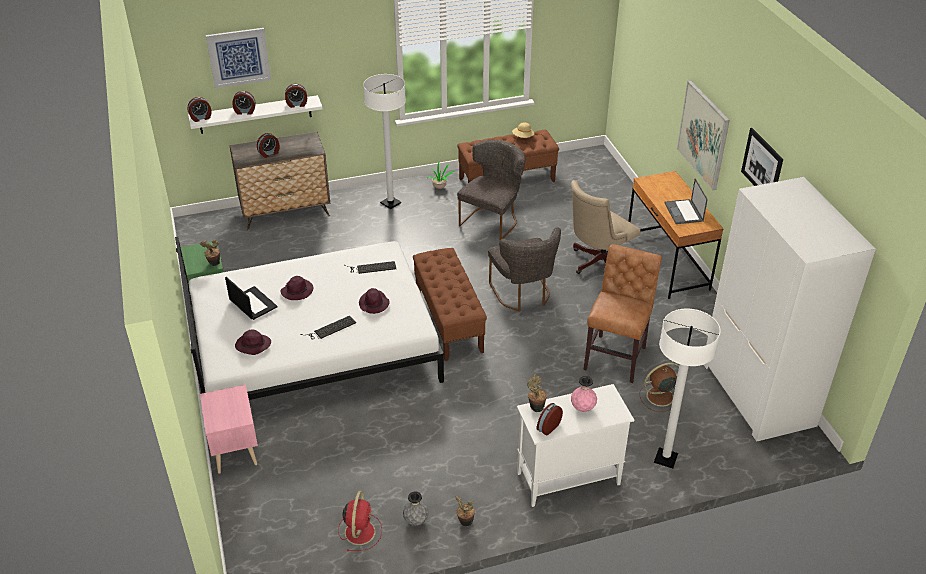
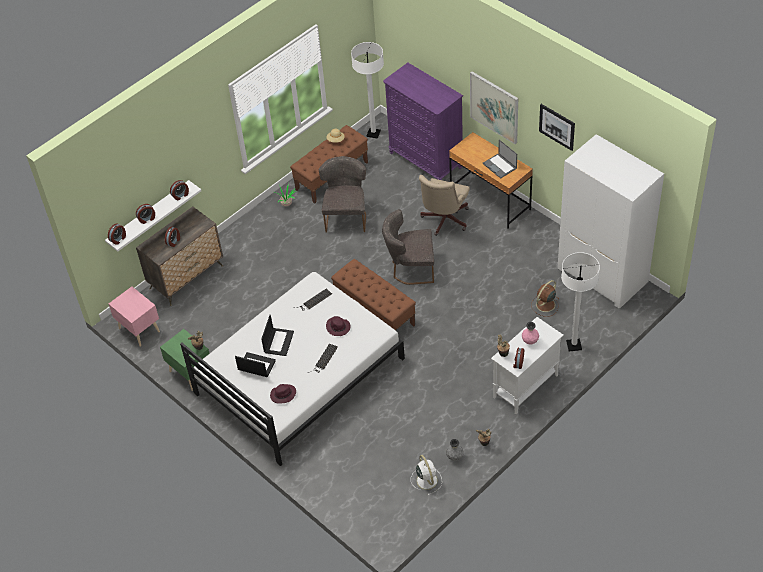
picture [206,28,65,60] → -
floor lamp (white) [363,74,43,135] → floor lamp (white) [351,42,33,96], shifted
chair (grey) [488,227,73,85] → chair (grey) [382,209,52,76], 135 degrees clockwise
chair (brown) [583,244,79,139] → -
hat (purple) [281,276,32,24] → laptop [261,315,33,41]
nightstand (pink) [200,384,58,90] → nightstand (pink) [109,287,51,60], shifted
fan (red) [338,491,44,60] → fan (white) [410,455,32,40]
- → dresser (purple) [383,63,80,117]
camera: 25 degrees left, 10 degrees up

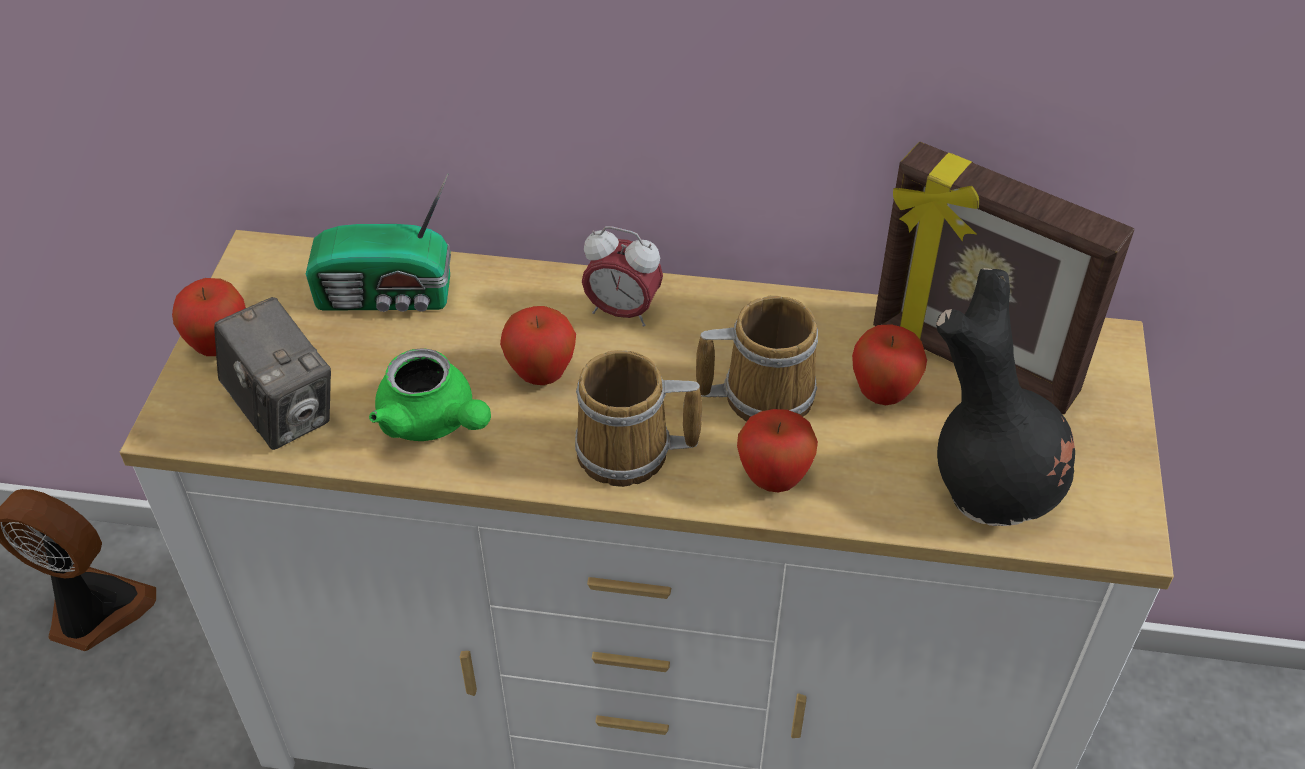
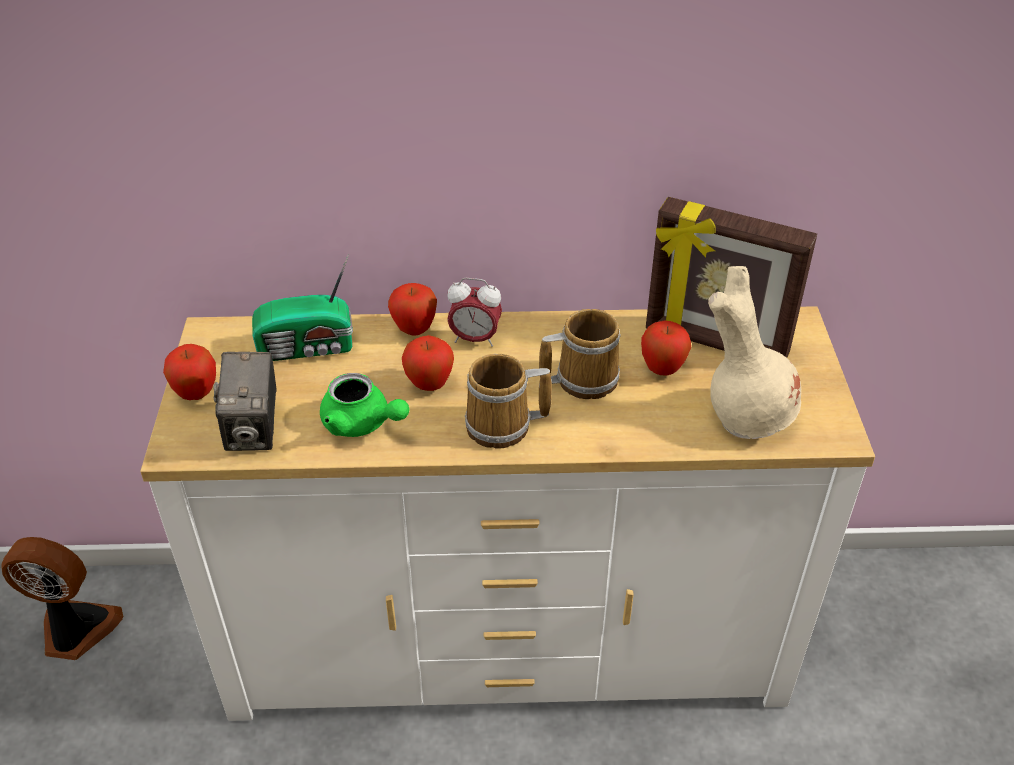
vase (black) [936,268,139,258] → vase (beige) [708,266,93,173]
photo camera [214,297,117,153] → photo camera [213,352,64,99], 45 degrees clockwise
apple [737,409,81,83] → apple [388,283,49,53], shifted
camera: 10 degrees left, 5 degrees down

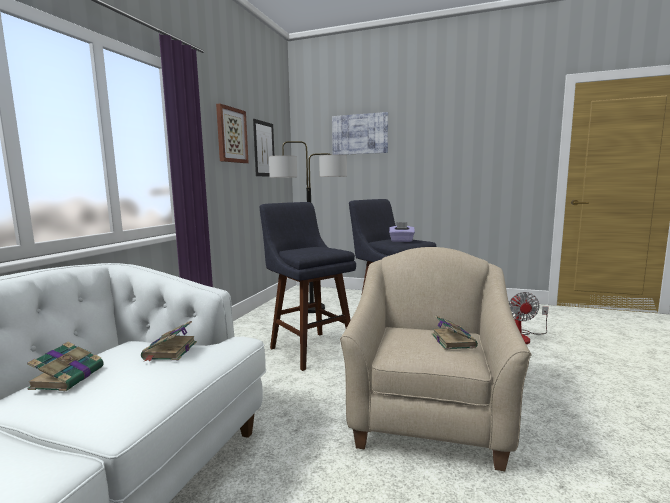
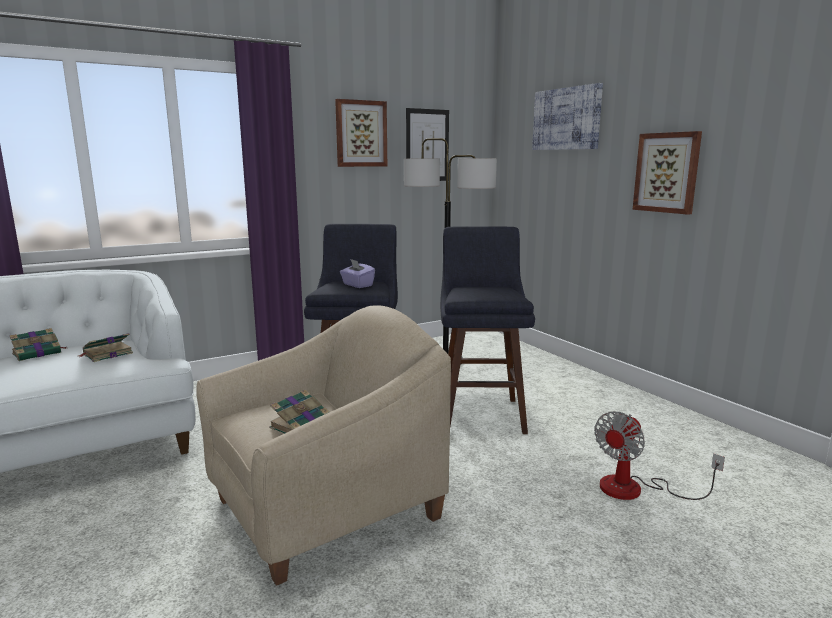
tissue box (purple) [389,222,26,20] → tissue box (purple) [340,259,35,29], shifted
- → picture [632,131,70,84]
camera: 40 degrees right, 5 degrees up

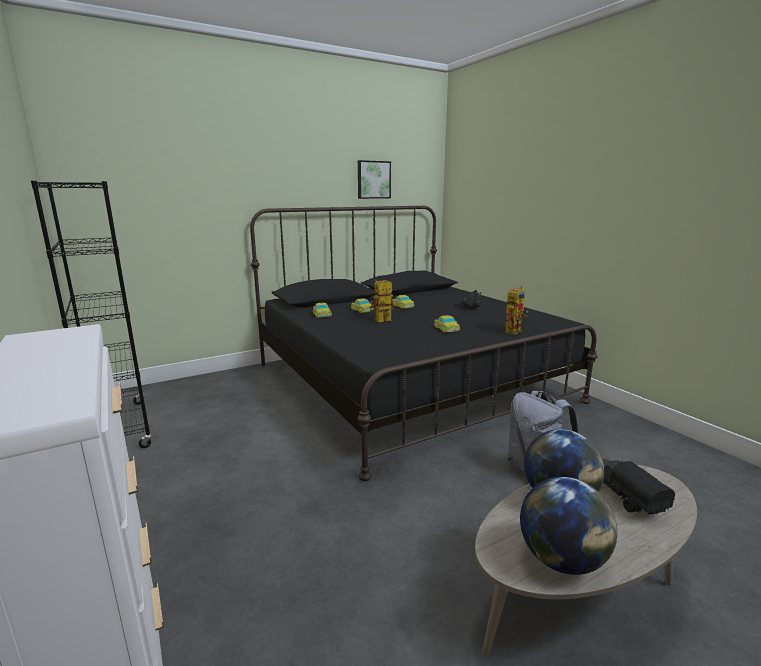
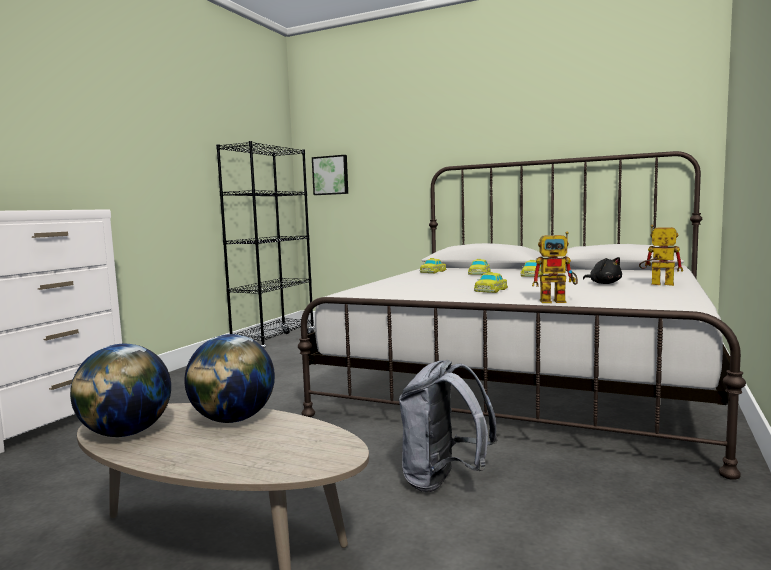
picture [358,160,33,39] → picture [312,155,36,40], shifted
bed (black) [250,206,347,275] → bed (white) [298,151,448,329]
toy robot [369,280,25,42] → toy robot [639,225,44,61], shifted
toy truck [602,459,73,56] → -
camera: 55 degrees right, 10 degrees down

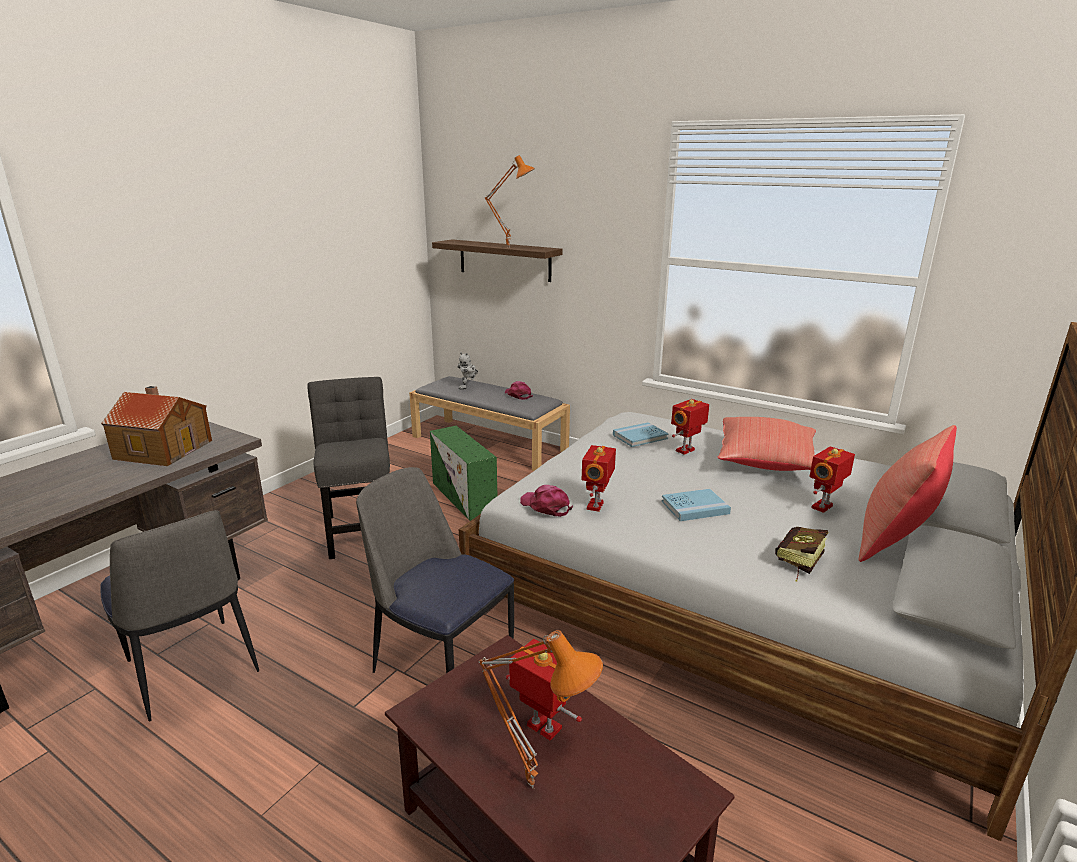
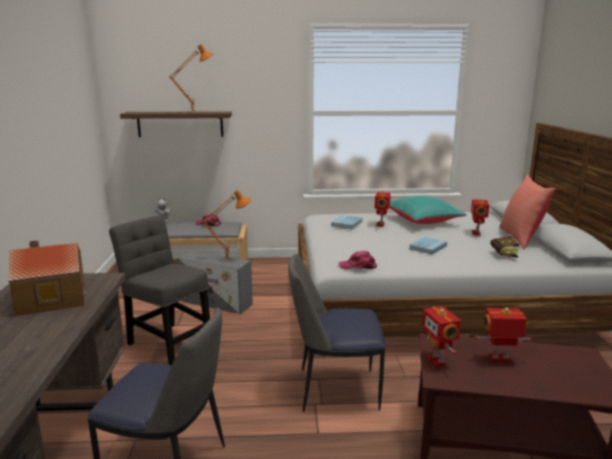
pillow (red) [718,417,98,54] → pillow (turquoise) [389,196,78,28]
storage box (green) [430,426,67,95] → storage box (grey) [177,251,76,63]
toy robot [582,445,34,67] → toy robot [422,306,39,61], shifted
table lamp (orange) [478,630,125,159] → table lamp (orange) [202,190,49,69], shifted
camera: 35 degrees left, 5 degrees down

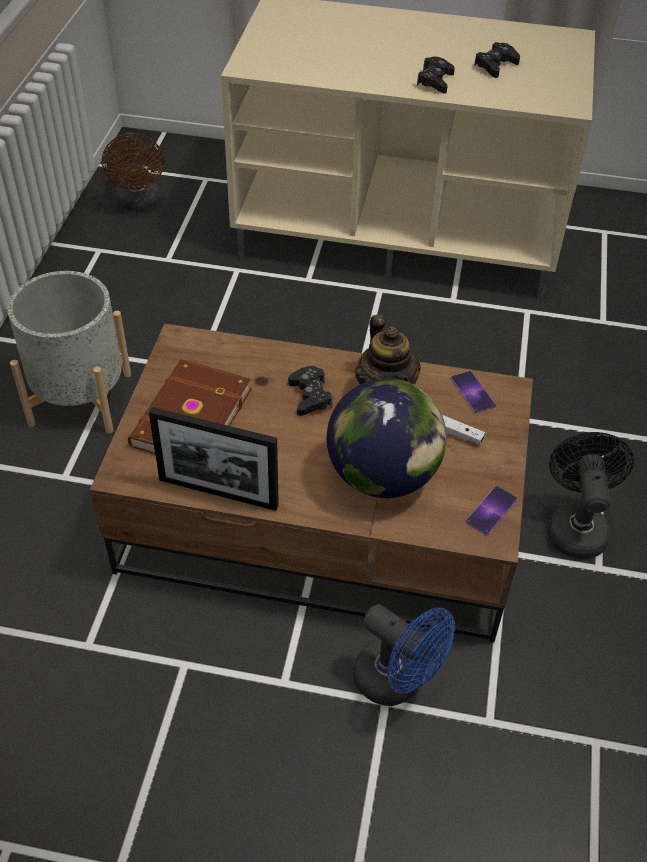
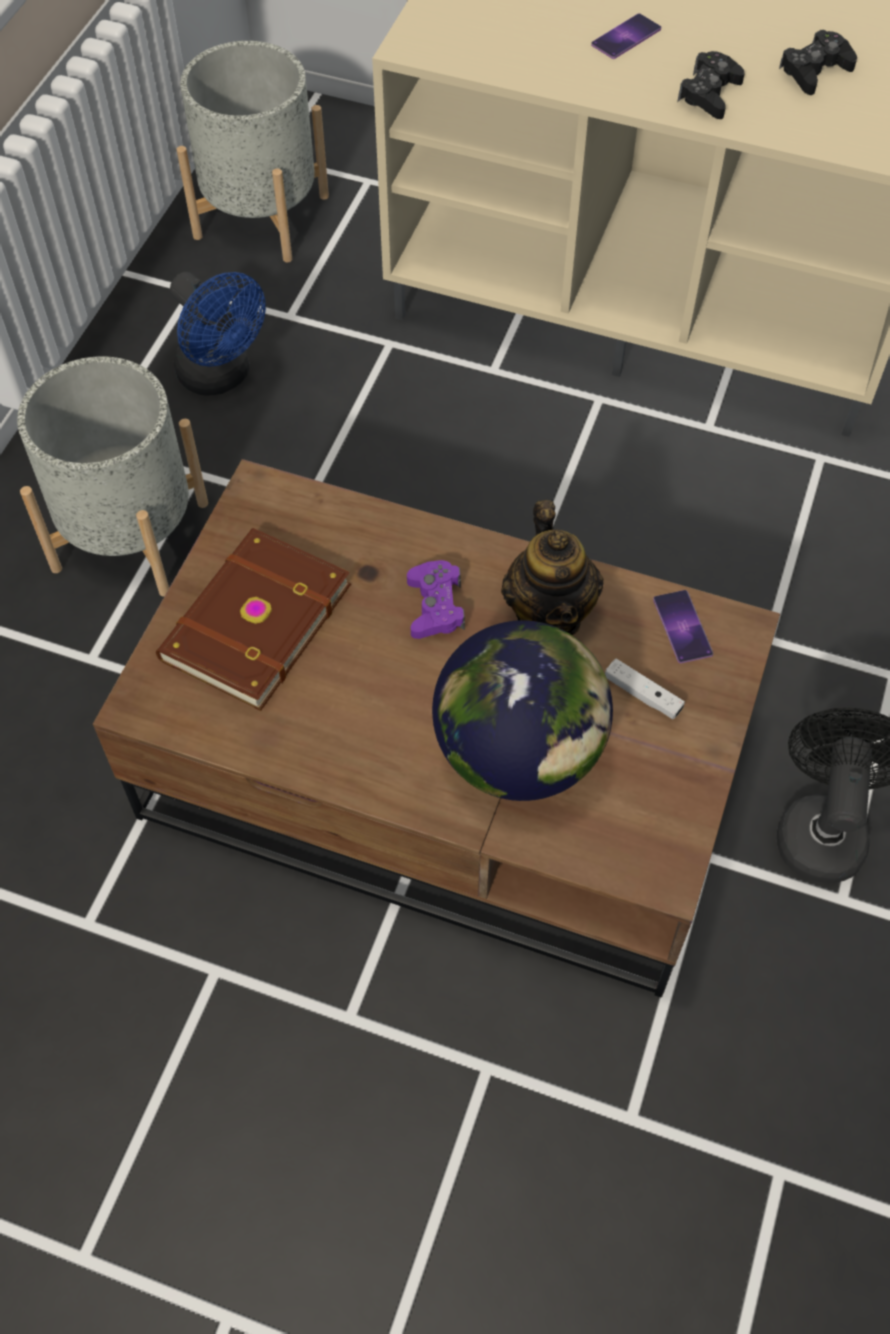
fan (brown) [102,132,62,79] → planter (grey) [176,41,153,222]
game controller (black) [288,366,45,50] → game controller (purple) [407,560,58,79]
picture frame [149,407,130,104] → -
phone [466,486,52,50] → phone [591,13,70,46], shifted
fan (blue) [353,604,102,102] → fan (blue) [170,272,96,124], shifted
camera: 10 degrees right, 10 degrees up

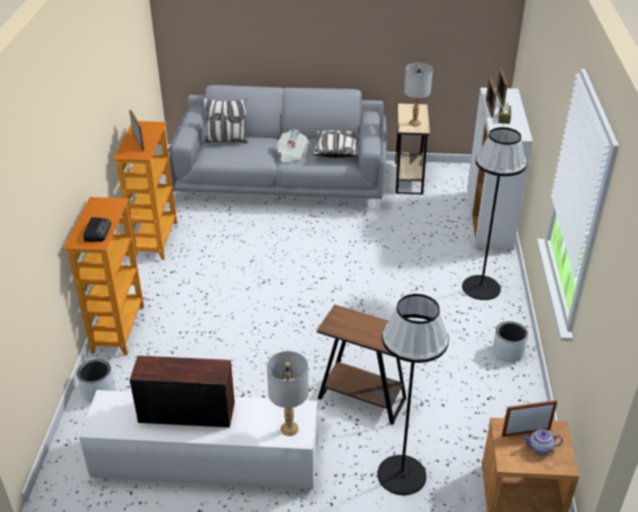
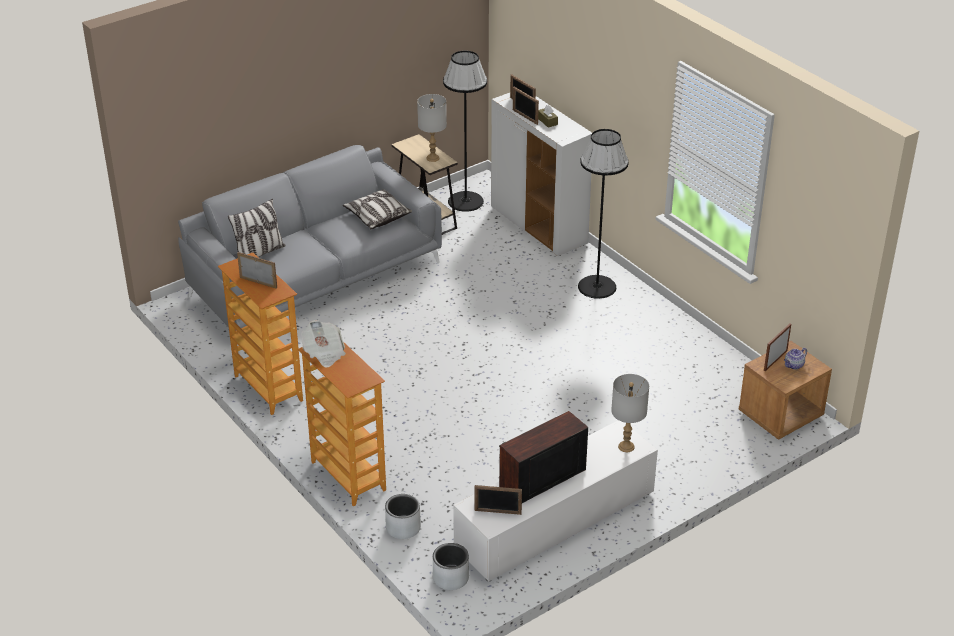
newspaper [276,130,33,32] → newspaper [301,320,45,48], shifted
radio [84,217,27,25] → -
floor lamp (black) [378,294,71,201] → floor lamp (black) [443,51,44,161], shifted
side table (brown) [317,304,89,121] → -
planter (grey) [492,321,36,41] → planter (grey) [433,543,36,47], shifted
- → picture frame [475,485,47,30]
camera: 40 degrees left, 0 degrees up

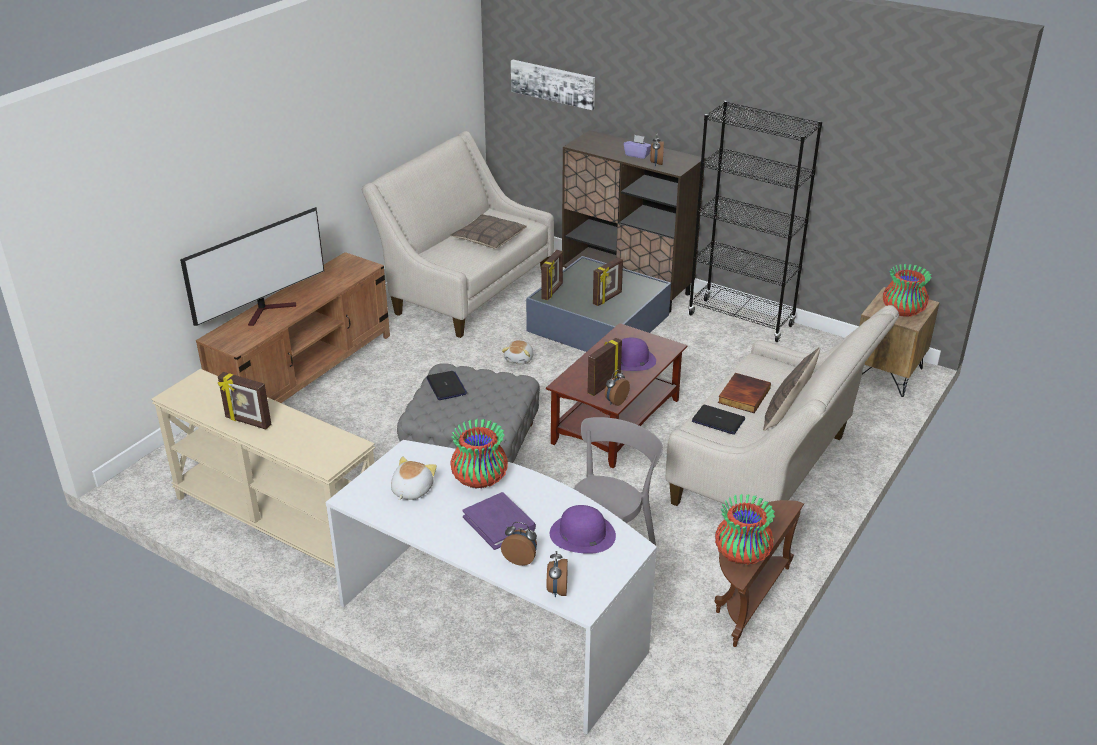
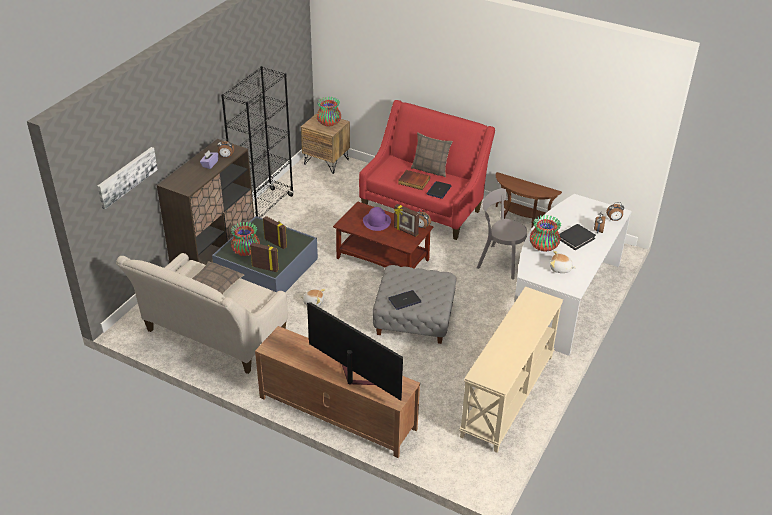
sofa (beige) [665,305,234,206] → sofa (red) [359,100,136,140]
picture frame [218,372,53,57] → -
book (purple) [462,492,74,58] → book (black) [559,224,37,26]
vase [715,494,60,71] → vase [231,222,29,34], shifted
hat (purple) [550,505,66,49] → -
camera: 95 degrees left, 5 degrees up

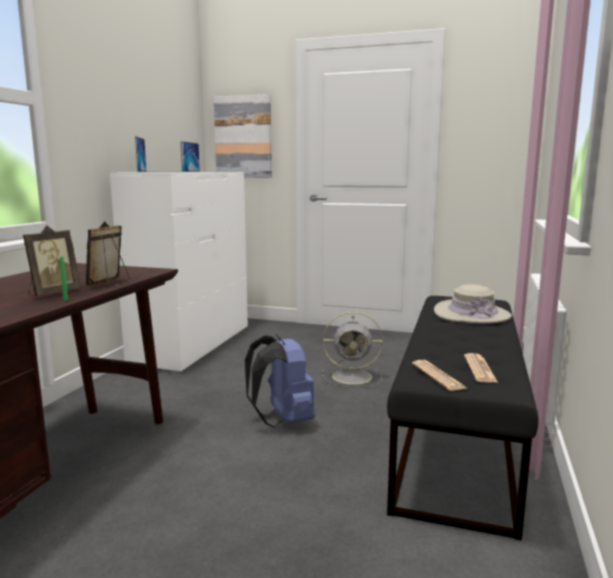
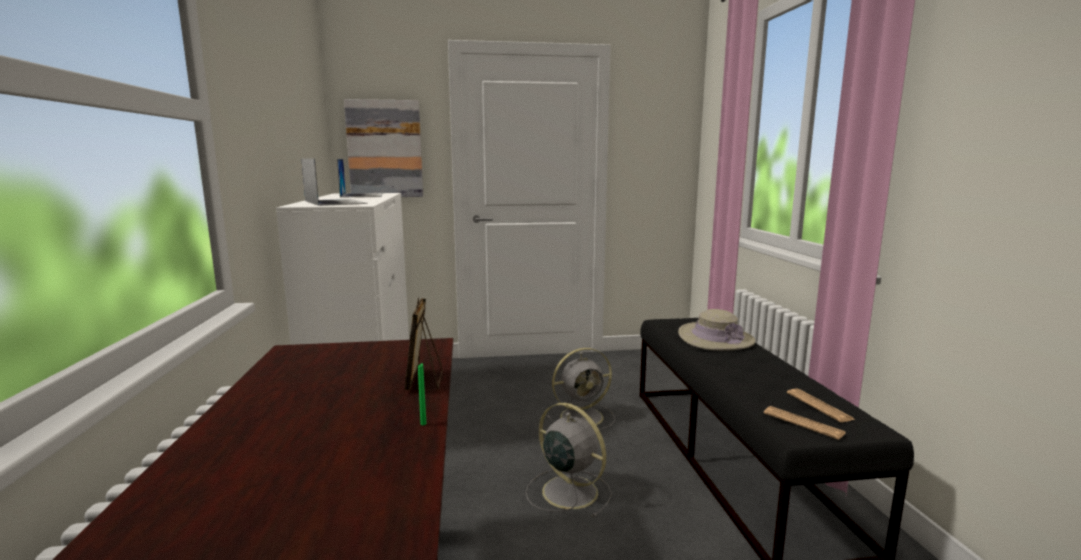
picture frame [23,225,58,71] → -
backpack (blue) [245,334,70,94] → fan (grey) [526,403,86,115]
camera: 25 degrees left, 0 degrees up

